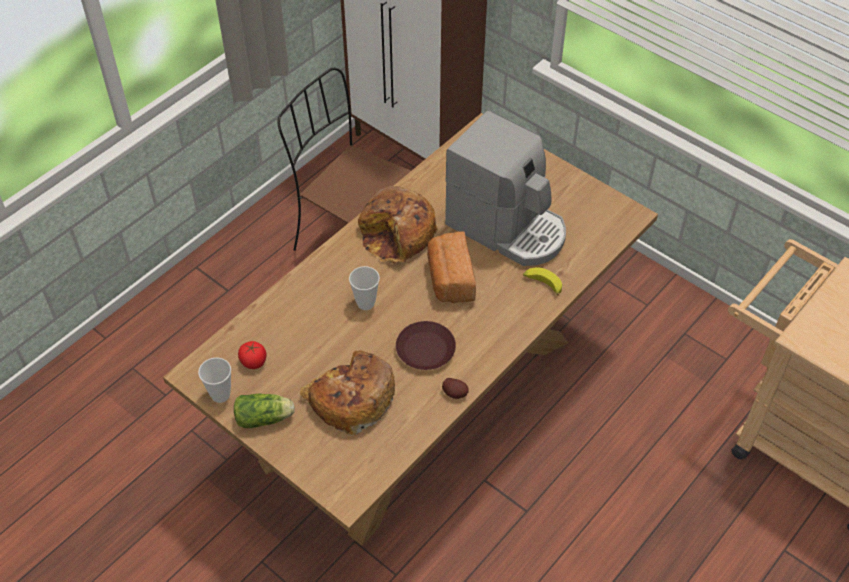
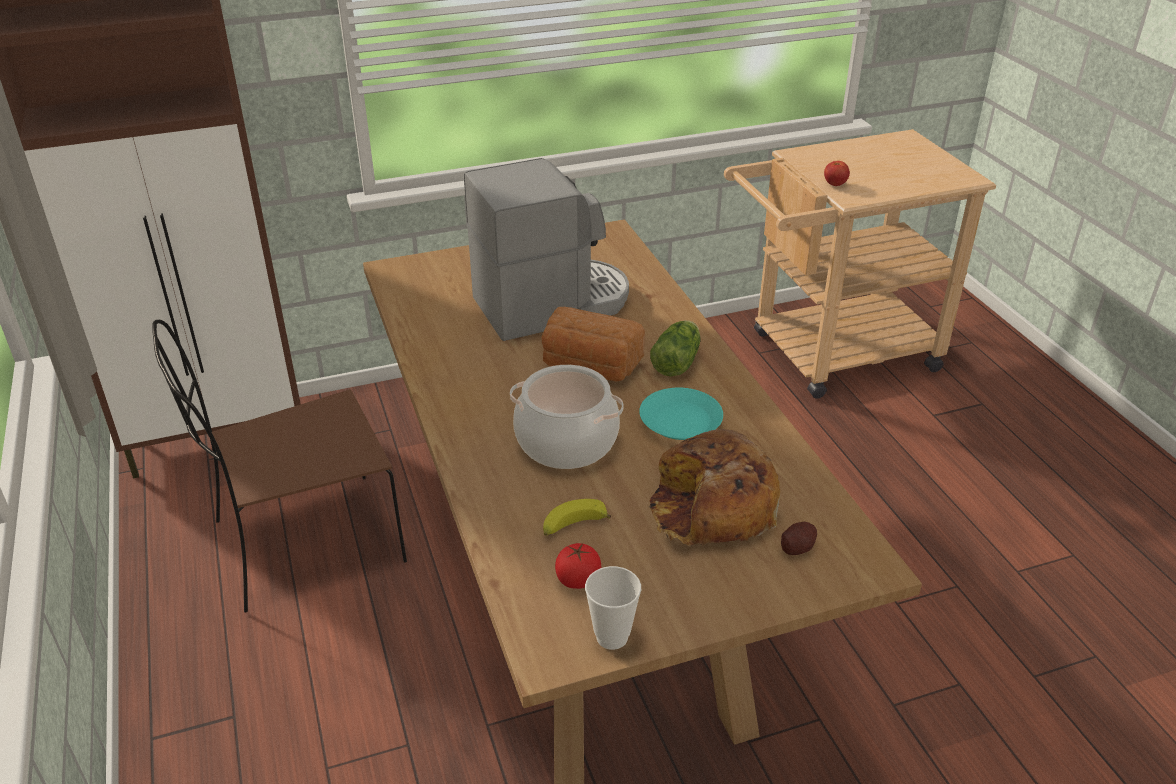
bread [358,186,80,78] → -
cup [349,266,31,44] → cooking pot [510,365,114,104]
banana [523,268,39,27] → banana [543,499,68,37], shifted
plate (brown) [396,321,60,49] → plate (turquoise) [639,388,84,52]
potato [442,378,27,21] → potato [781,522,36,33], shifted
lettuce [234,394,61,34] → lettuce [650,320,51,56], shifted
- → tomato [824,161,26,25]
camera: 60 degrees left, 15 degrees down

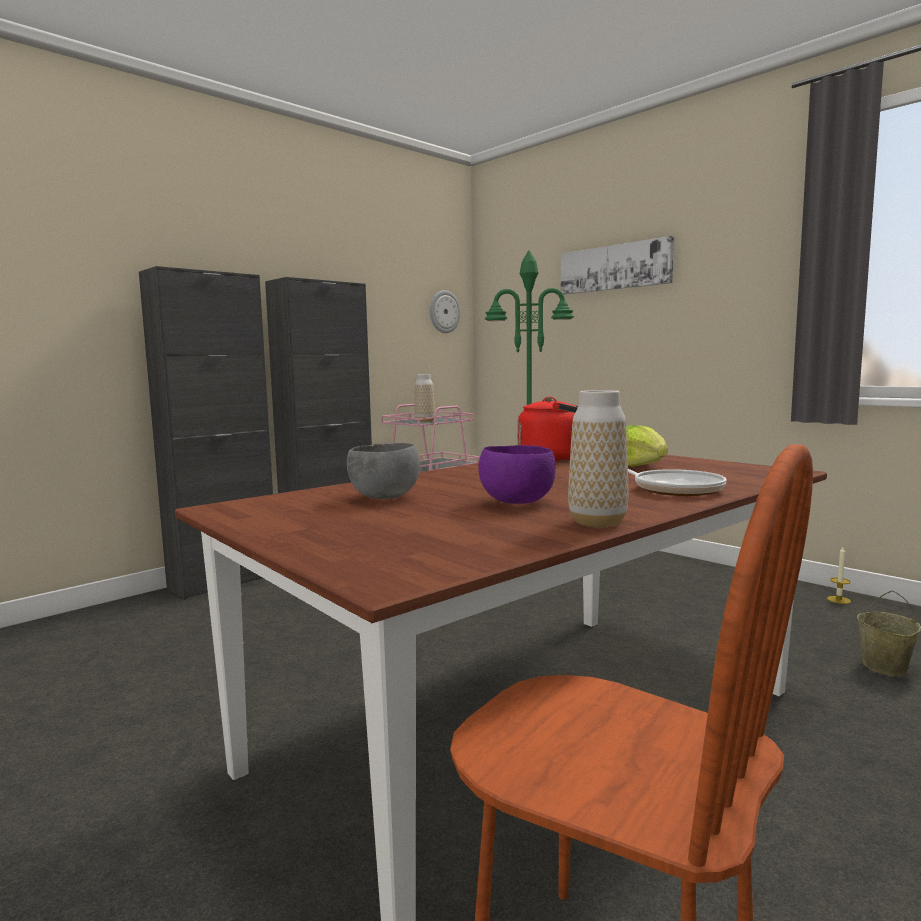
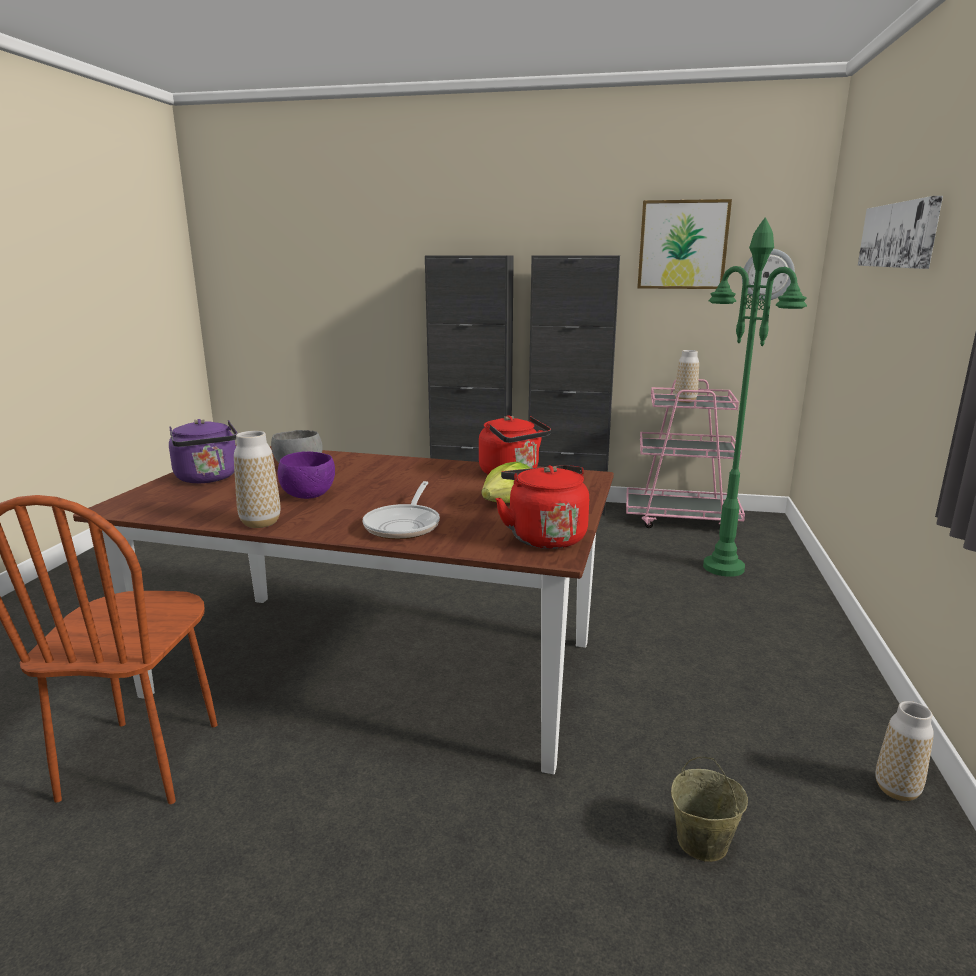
candle [827,547,24,57] → vase [875,701,59,100]
- → picture [637,199,95,90]
- → kettle (purple) [169,419,69,64]
- → kettle (red) [495,465,94,84]
camera: 55 degrees right, 10 degrees up

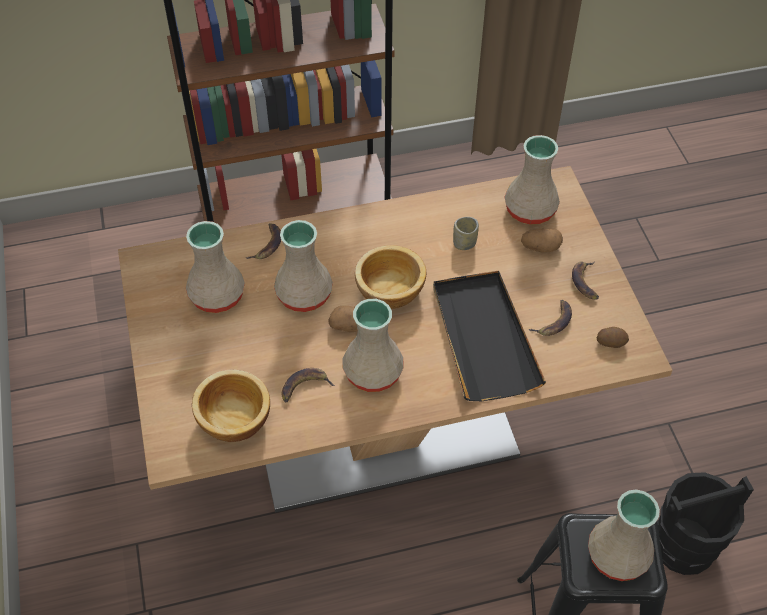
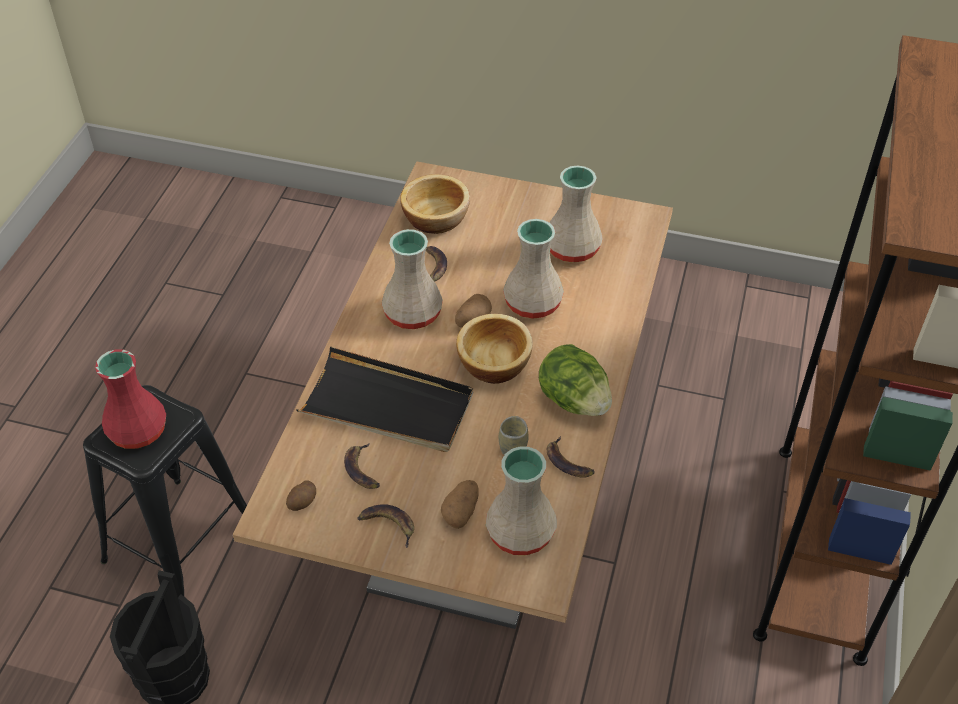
banana [246,223,35,36] → banana [547,436,48,42], shifted
vase (beige) [588,489,72,92] → vase (red) [95,349,71,100]
- → lettuce [539,344,73,72]
camera: 120 degrees right, 5 degrees down

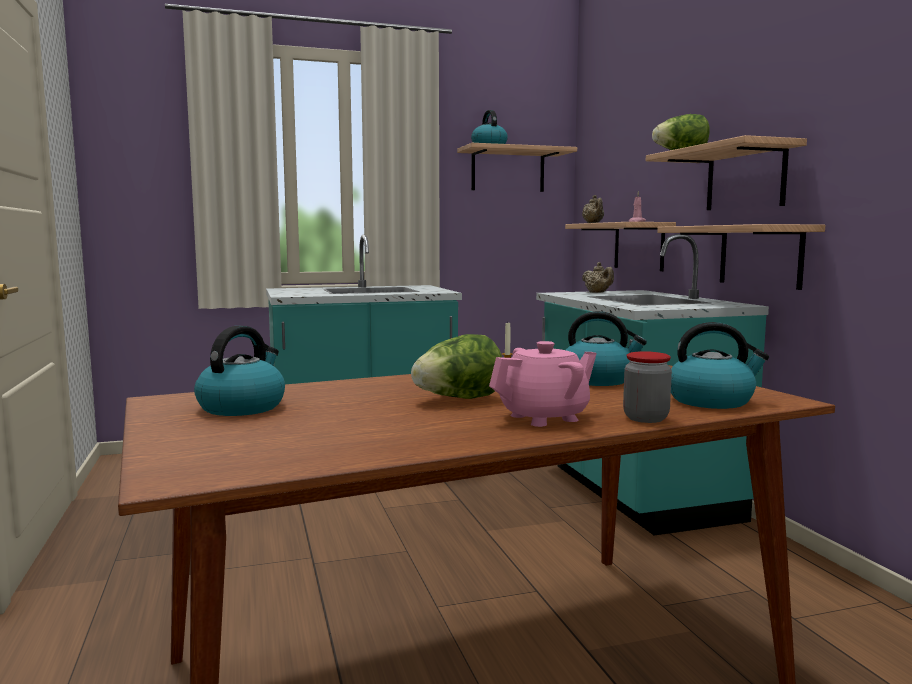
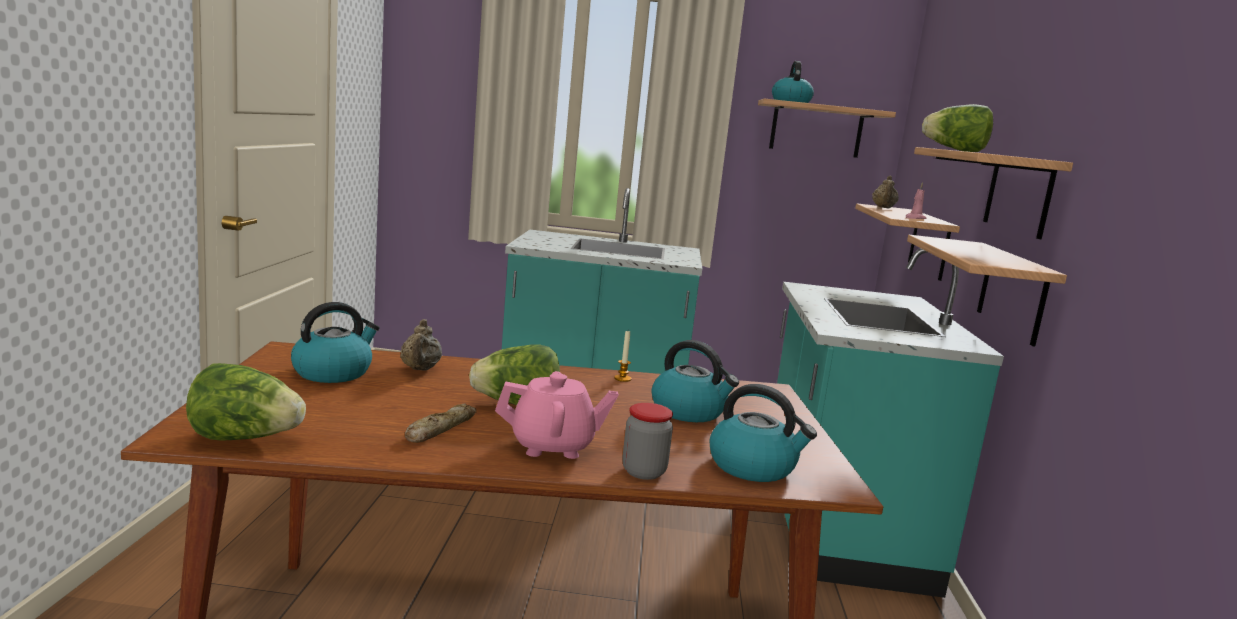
teapot (beige) [582,262,32,31] → teapot (beige) [400,319,42,52], shifted
- → lettuce [186,363,120,78]
- → bread [405,403,71,40]
camera: 20 degrees right, 5 degrees up

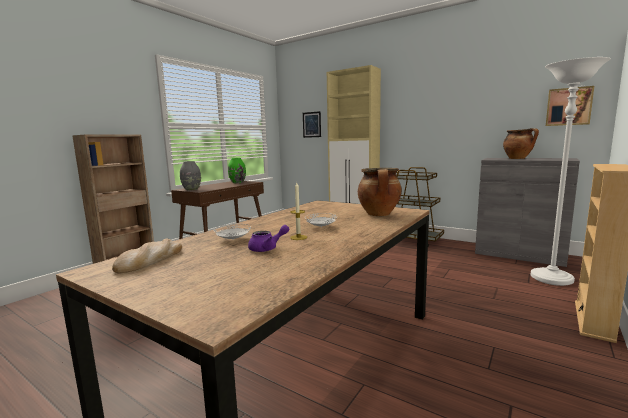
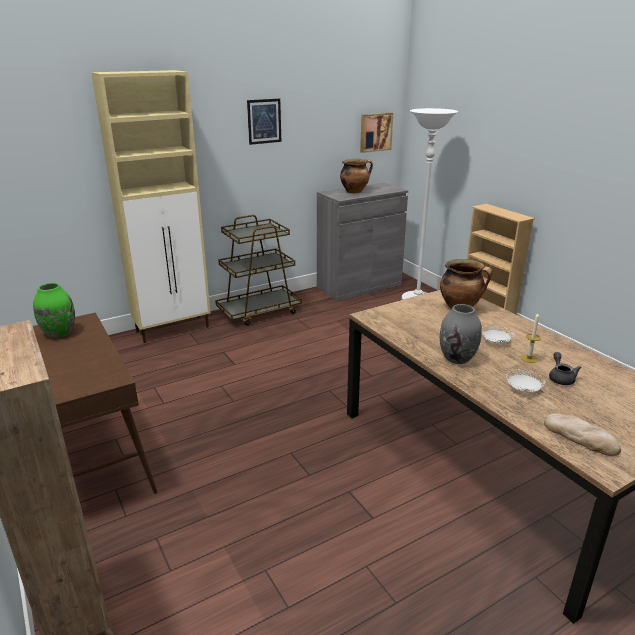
picture [303,111,18,27] → picture [247,99,34,46], shifted
vase (grey) [180,161,21,29] → vase (grey) [440,304,42,60], shifted
teapot (purple) [248,225,41,27] → teapot (grey) [549,352,32,33]
camera: 65 degrees left, 15 degrees up

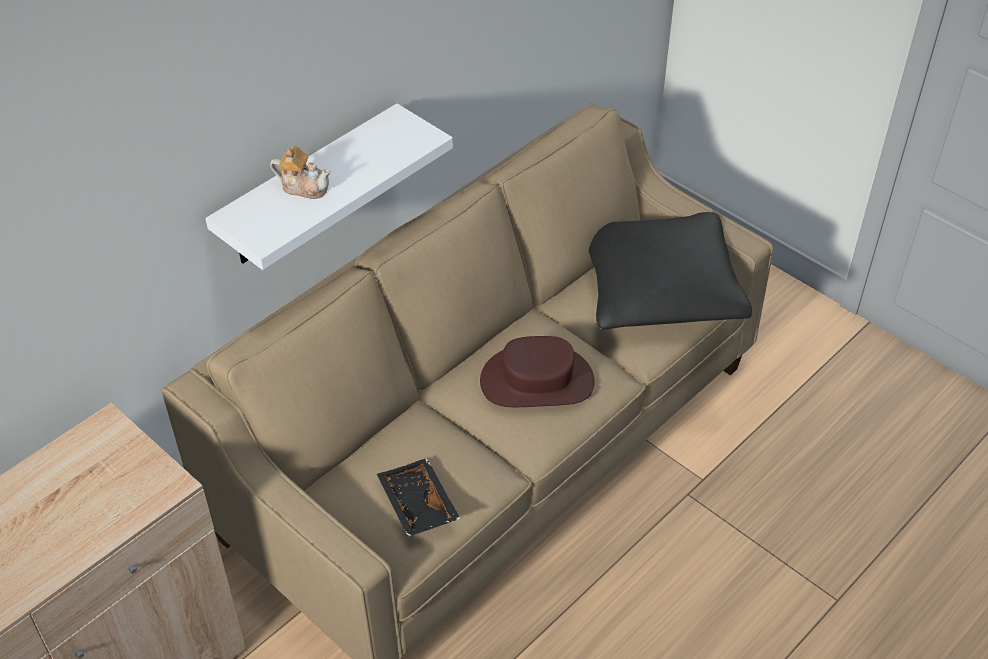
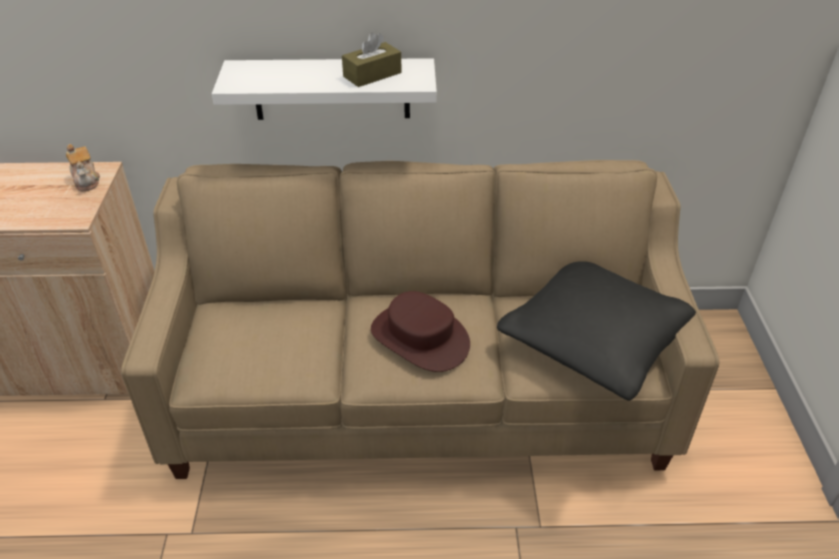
teapot [270,146,60,53] → teapot [66,144,34,47], shifted
tray (black) [377,458,83,79] → -
- → tissue box (brown) [342,32,60,55]
camera: 45 degrees right, 5 degrees down

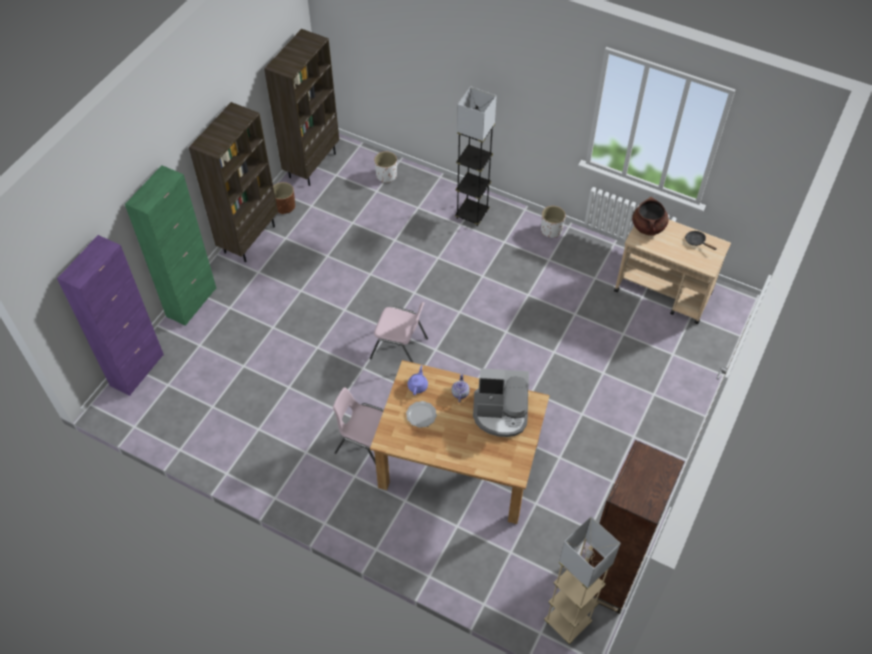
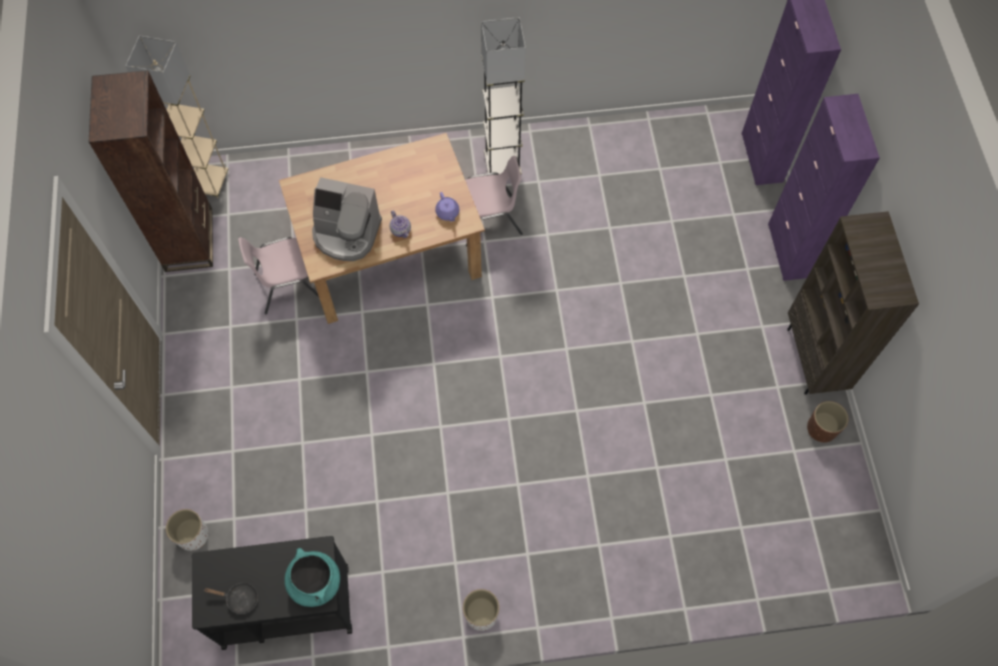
bookcase (brown) [264,29,75,157] → -
floor lamp (grey) [455,86,42,140] → floor lamp (grey) [481,17,45,157], shifted
planter (white) [374,151,23,32] → planter (white) [166,509,42,42], shifted
cabinet (green) [125,165,92,161] → cabinet (purple) [768,94,112,187]
cooking pot (brown) [632,197,37,39] → cooking pot (turquoise) [284,548,56,59]
cart (beige) [614,220,117,104] → cart (black) [192,536,160,114]
chair (pink) [370,302,58,61] → chair (pink) [238,237,81,77], shifted
coffee machine [473,368,56,69] → coffee machine [312,177,70,84], 135 degrees counterclockwise
plate [406,401,31,27] → -
camera: 145 degrees right, 10 degrees up

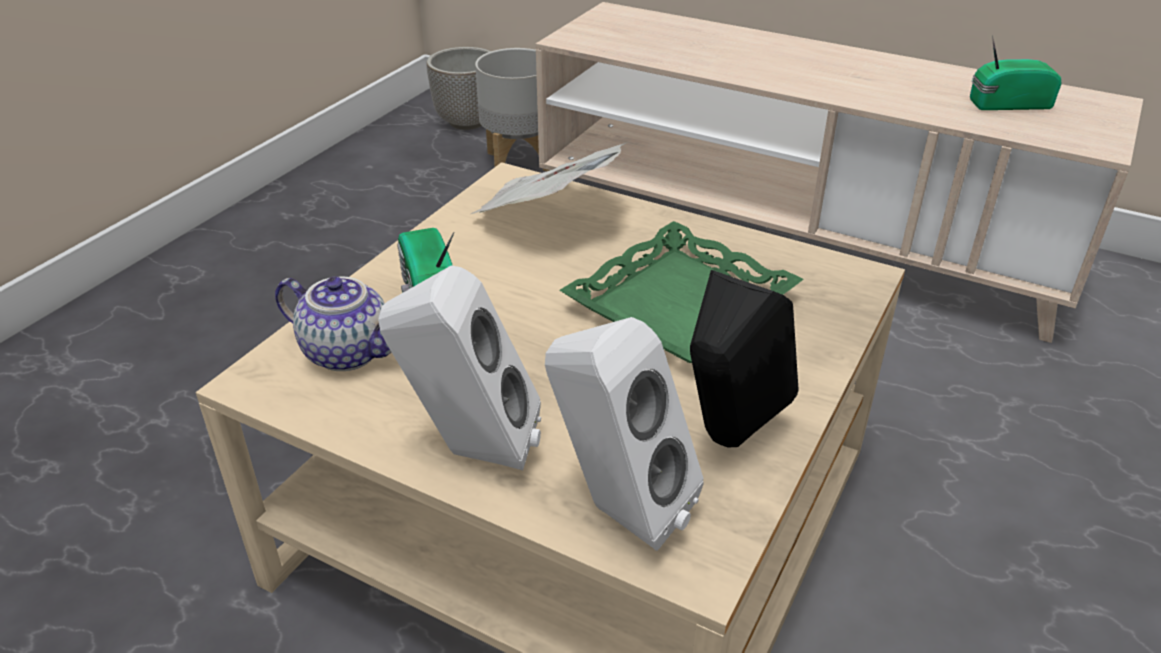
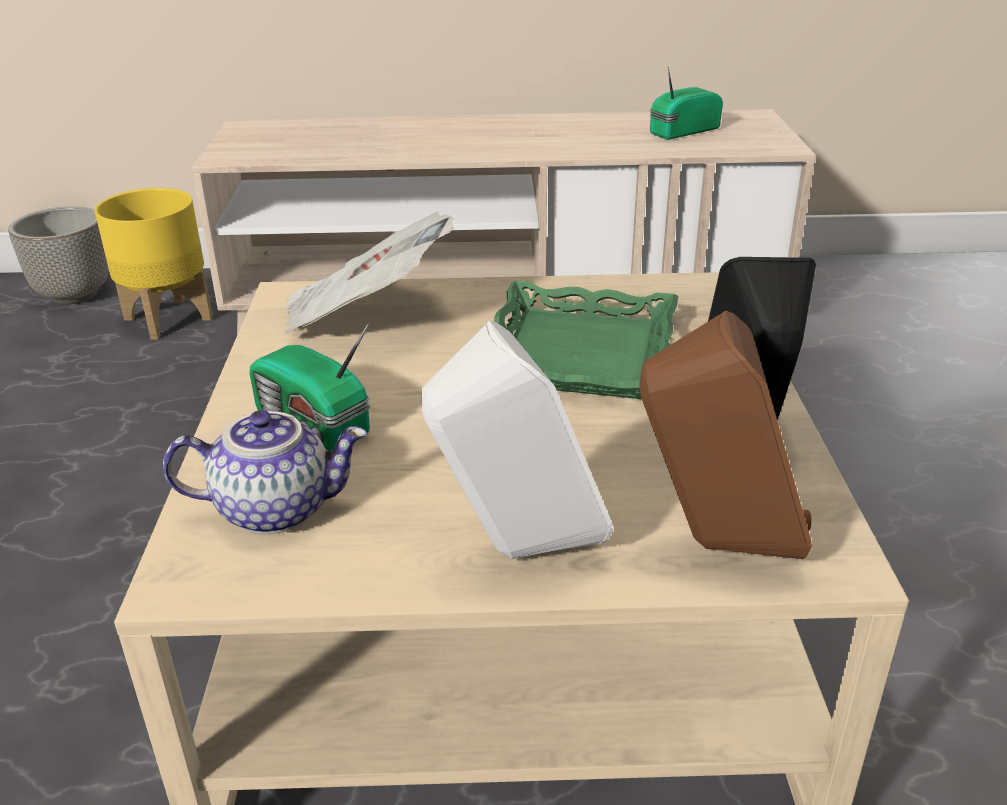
planter (grey) [475,48,75,123] → planter (yellow) [95,188,118,152]
speaker (white) [545,317,159,234] → speaker (brown) [639,311,173,248]
camera: 30 degrees left, 5 degrees down

